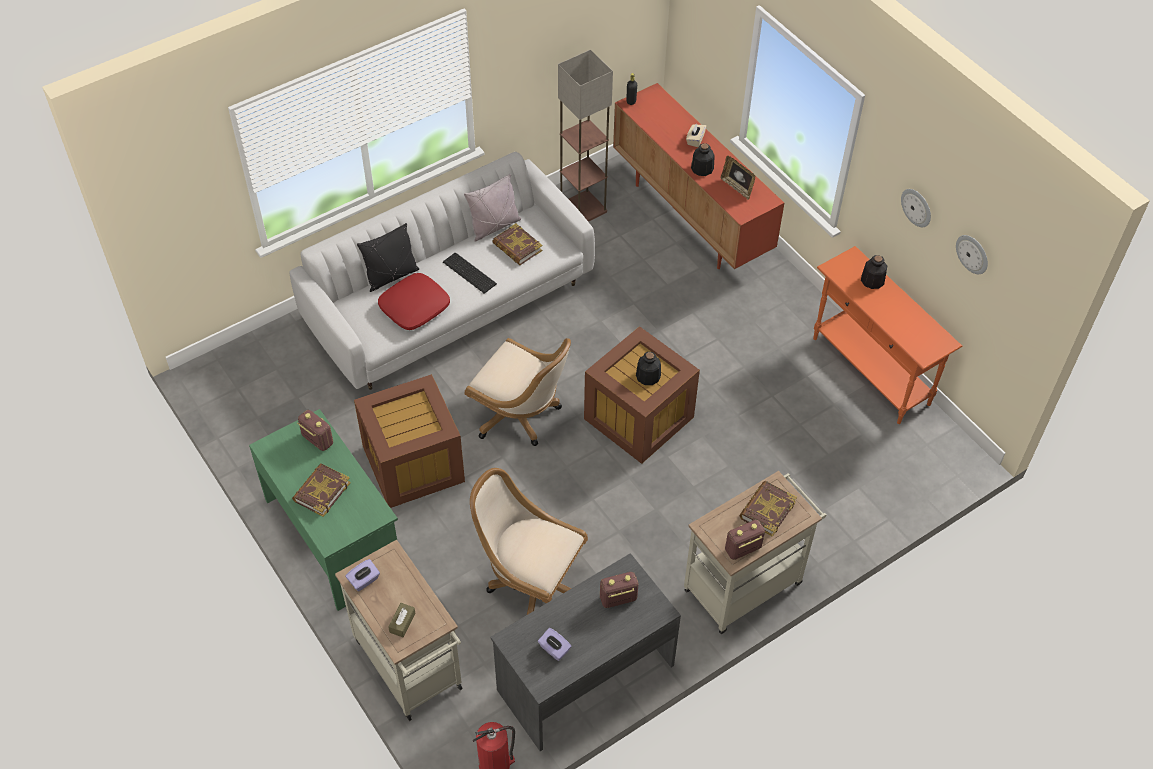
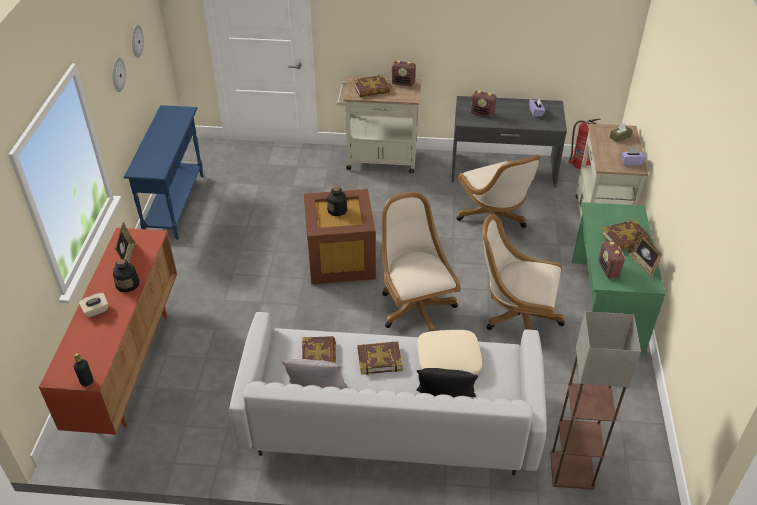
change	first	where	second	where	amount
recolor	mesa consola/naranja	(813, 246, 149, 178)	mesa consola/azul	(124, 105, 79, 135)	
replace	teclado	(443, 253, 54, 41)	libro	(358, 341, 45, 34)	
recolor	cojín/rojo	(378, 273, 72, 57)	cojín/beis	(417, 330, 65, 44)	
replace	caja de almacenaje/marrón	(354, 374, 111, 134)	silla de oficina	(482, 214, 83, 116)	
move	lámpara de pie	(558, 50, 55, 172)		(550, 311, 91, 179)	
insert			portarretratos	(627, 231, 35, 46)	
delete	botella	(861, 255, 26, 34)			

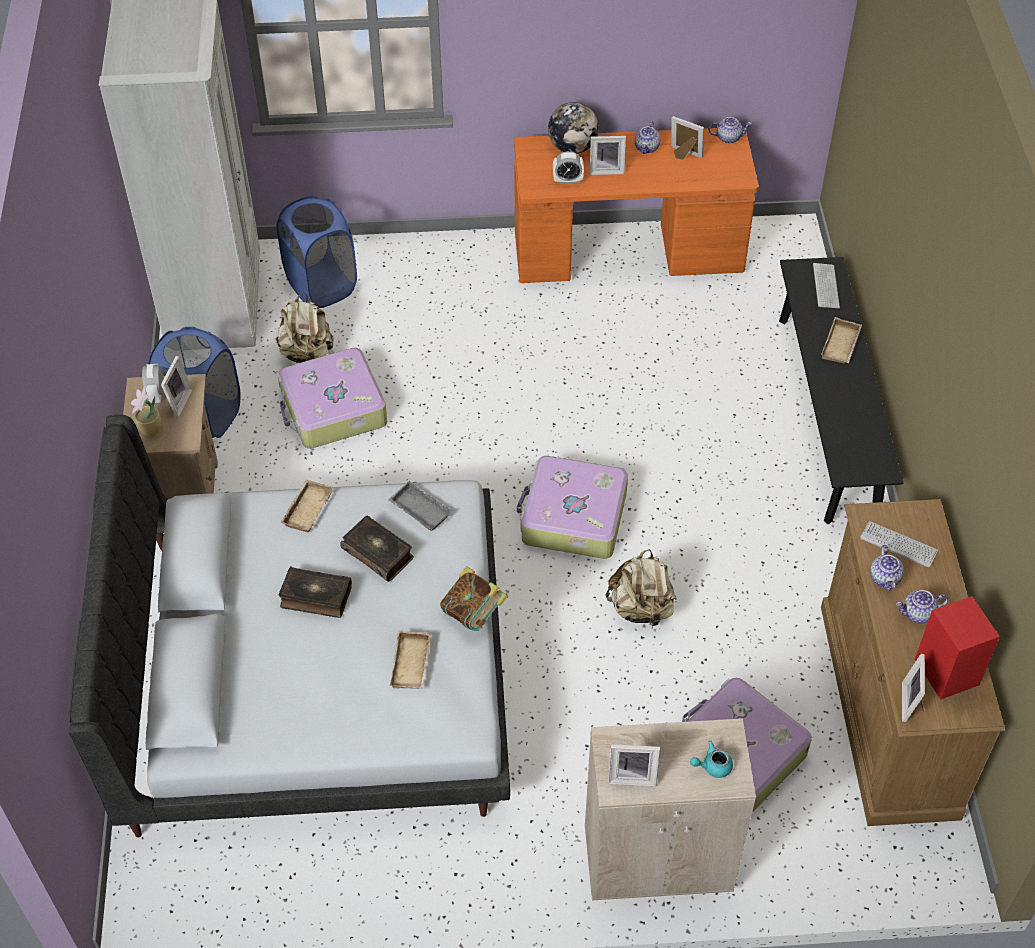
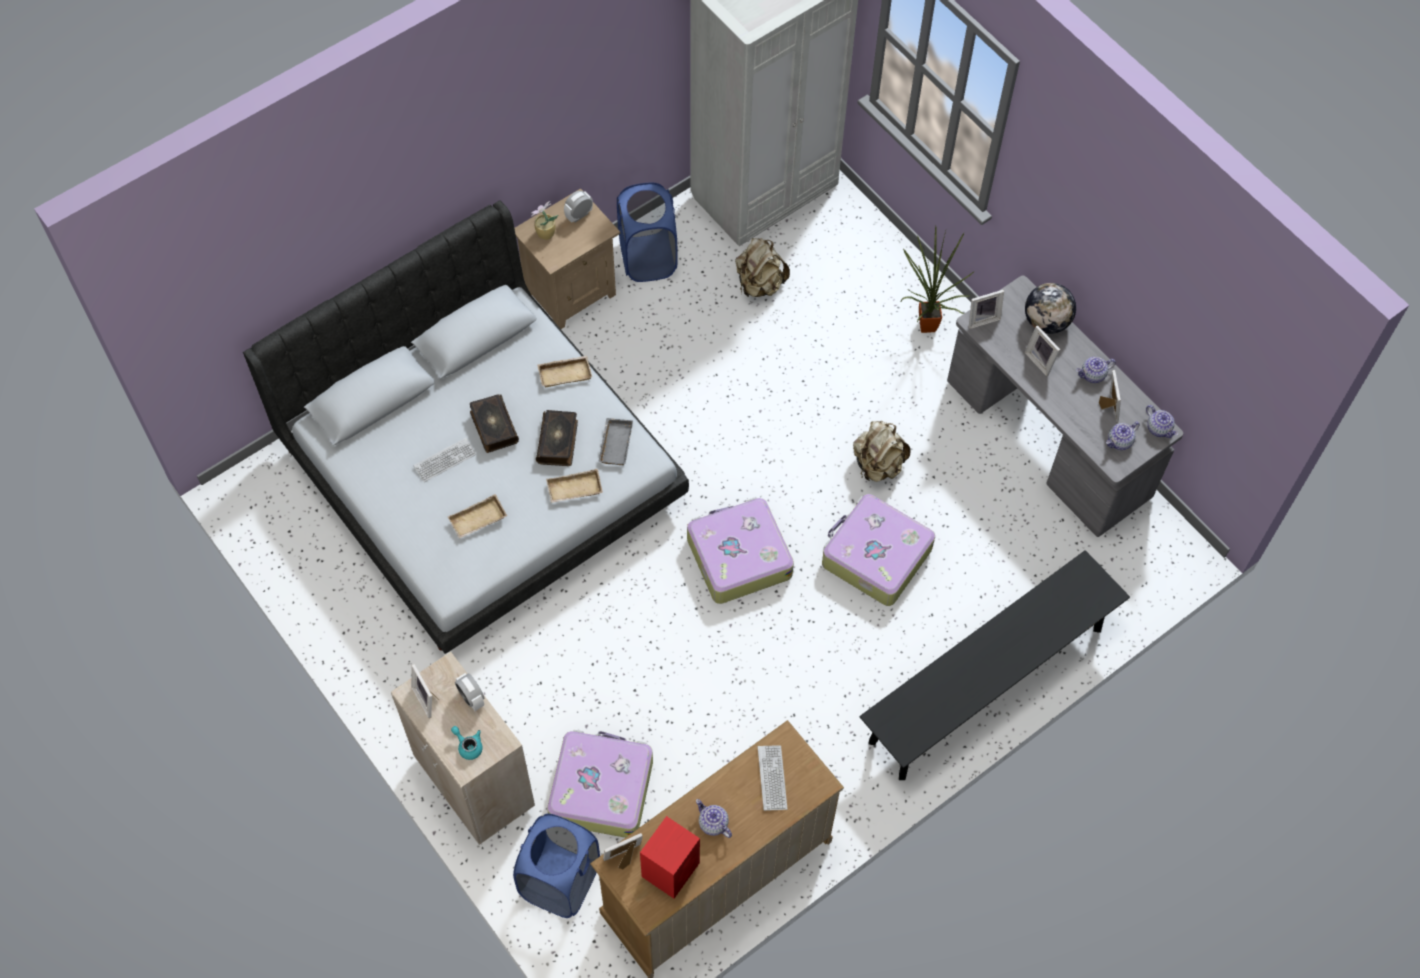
change	first	where	second	where	amount
move	teclado	(813, 263, 27, 45)		(414, 438, 62, 44)	
move	despertador	(553, 151, 31, 33)		(455, 673, 29, 38)	
move	cesto de la ropa/azul	(277, 196, 80, 112)		(513, 814, 87, 104)	
move	bandeja/beis	(821, 317, 41, 46)		(546, 469, 57, 34)	
move	maleta	(277, 348, 110, 101)		(822, 494, 113, 112)	
move	mochila/beis	(605, 549, 72, 80)		(853, 421, 57, 61)	
insert			planta en maceta	(901, 226, 74, 107)	
recolor	escritorio/naranja	(514, 128, 245, 155)	escritorio/gris	(947, 275, 236, 262)	
move	portarretratos	(161, 356, 31, 61)		(969, 290, 35, 39)	
move	tetera	(870, 545, 34, 46)		(1106, 422, 34, 28)	
delete	libro	(440, 566, 68, 65)			

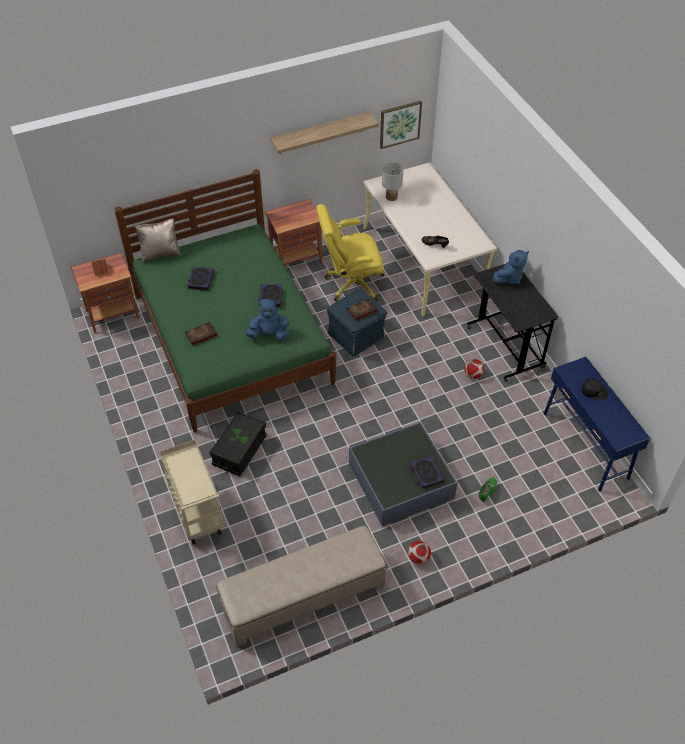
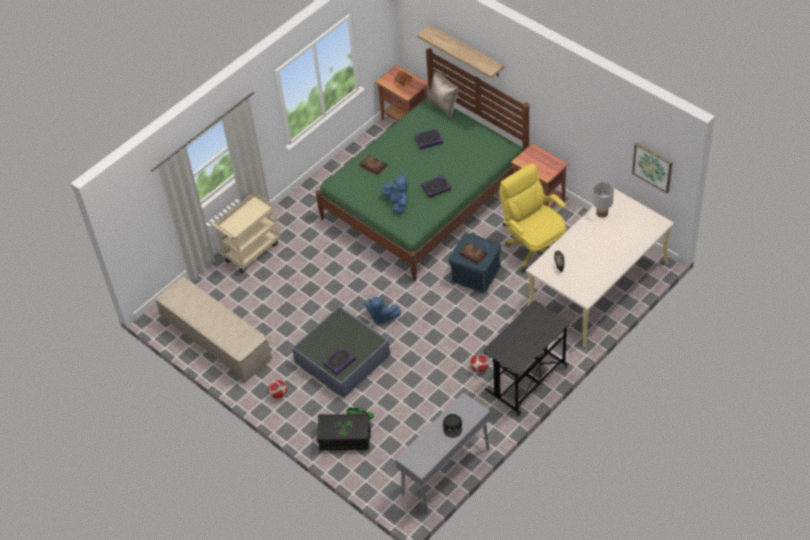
change	first	where	second	where	amount
move	caja de almacenaje/negro	(209, 411, 58, 65)		(317, 413, 54, 37)	
move	peluche/azul	(493, 250, 36, 34)		(364, 297, 37, 28)	
recolor	mesa consola/azul	(544, 357, 106, 135)	mesa consola/gris	(395, 392, 96, 121)	
move	estante	(270, 112, 109, 42)		(417, 25, 87, 54)	

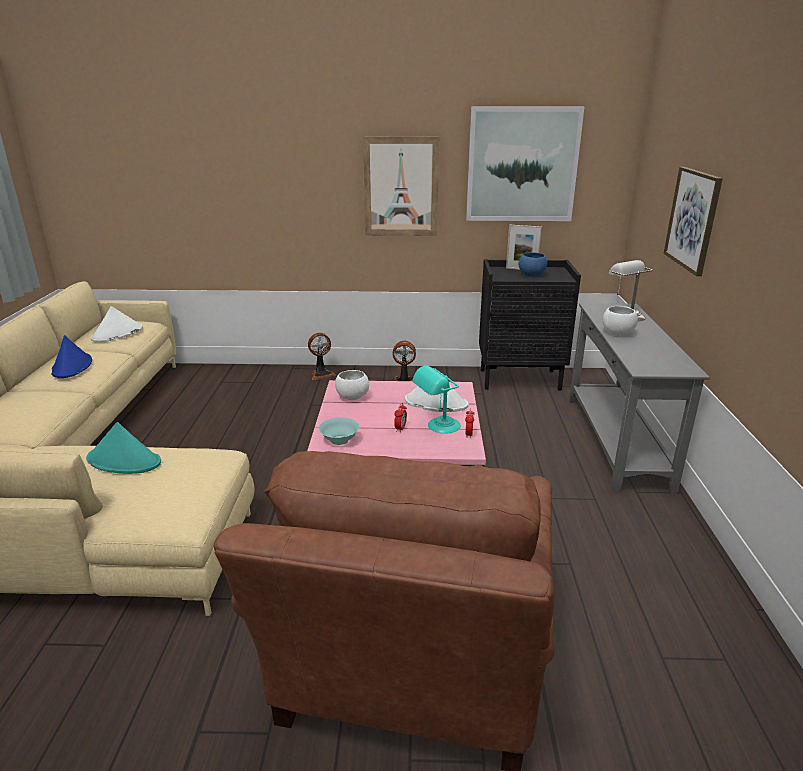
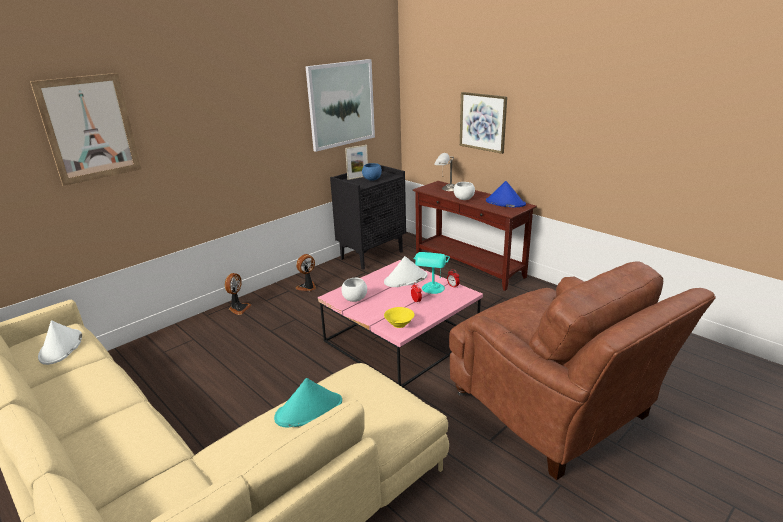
change	first	where	second	where	amount
move	cuadro	(363, 137, 76, 99)		(30, 73, 111, 113)	
recolor	cuenco/turquesa	(319, 418, 41, 27)	cuenco/amarillo	(384, 307, 30, 21)	
recolor	mesa consola/gris	(569, 303, 141, 191)	mesa consola/marrón	(413, 181, 124, 110)	
move	sombrero/azul	(51, 335, 41, 43)		(486, 181, 40, 26)	

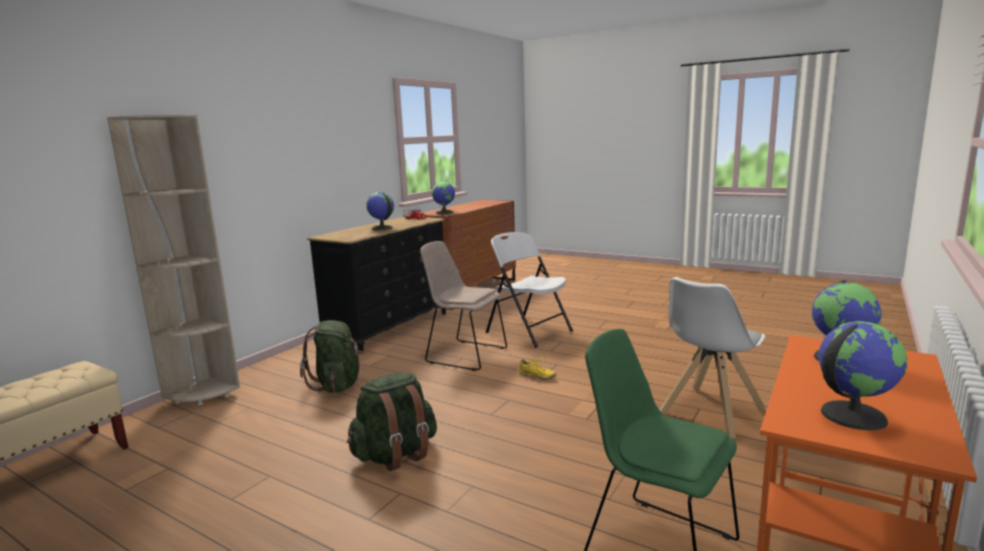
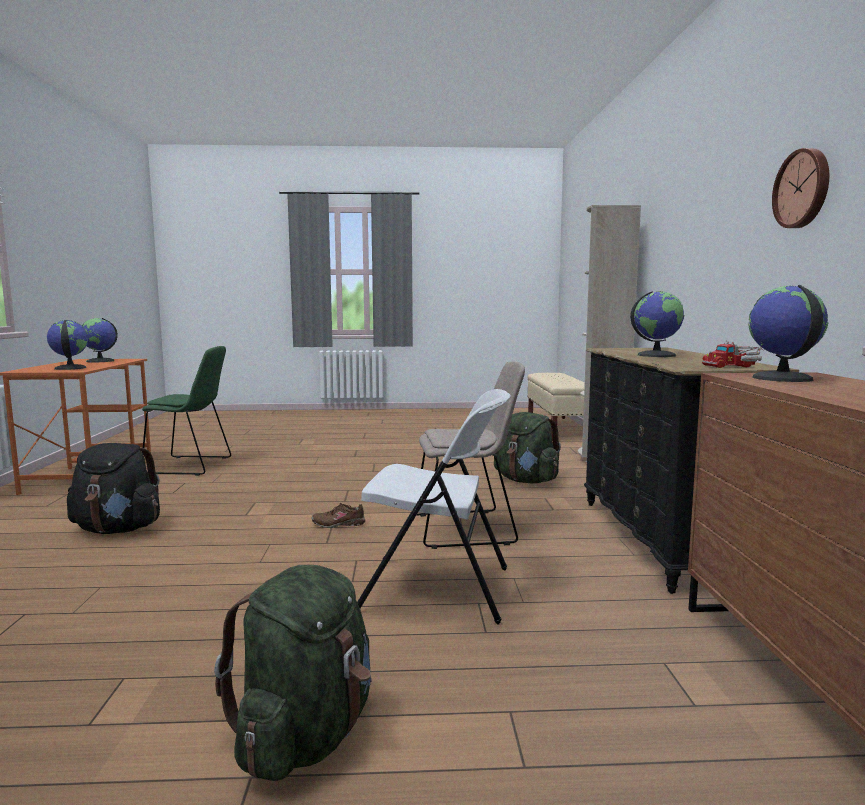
change	first	where	second	where	amount
replace	silla	(659, 277, 107, 161)	mochila/negro	(67, 443, 93, 91)	
move	mochila/verde	(347, 373, 90, 98)		(214, 565, 158, 216)	
recolor	zapato/amarillo	(519, 357, 37, 23)	zapato/marrón	(312, 503, 53, 25)	
insert			reloj de pared	(772, 148, 57, 80)	

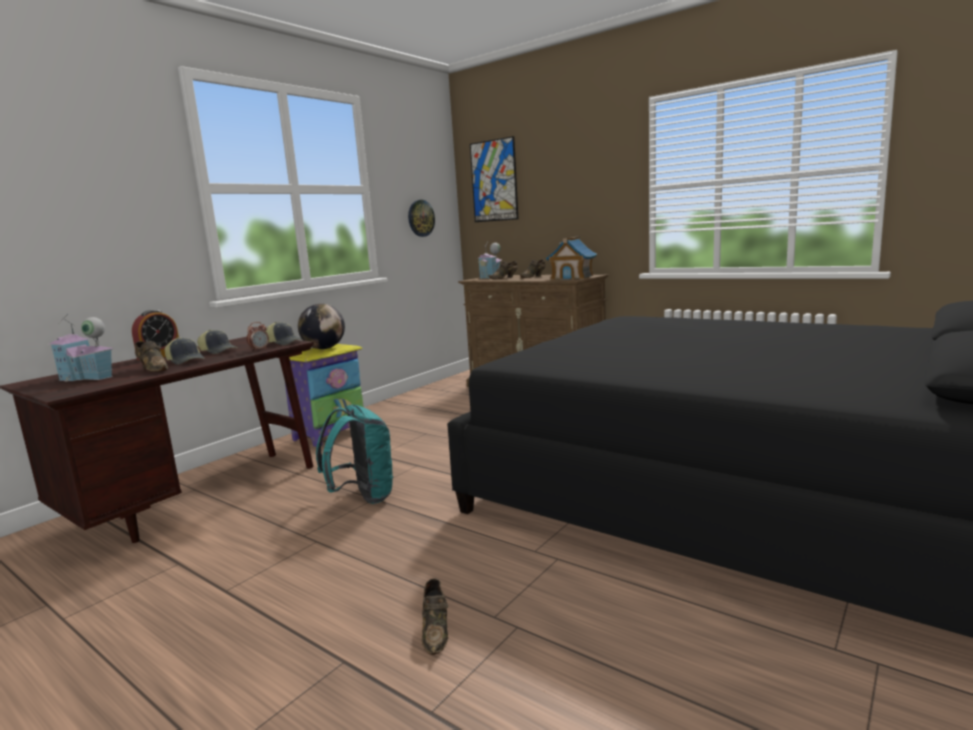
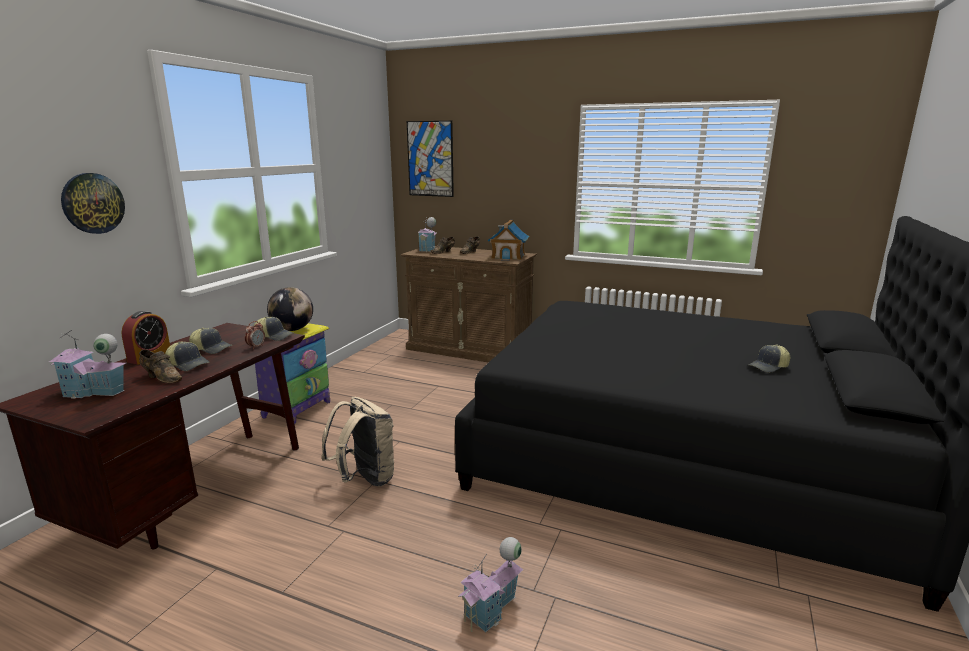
change	first	where	second	where	amount
move	reloj de pared	(408, 200, 27, 37)		(61, 173, 64, 61)	
recolor	mochila/turquesa	(316, 405, 78, 99)	mochila/beis	(321, 397, 73, 90)	
replace	zapato/marrón	(422, 578, 27, 77)	casita	(458, 537, 65, 95)	
insert			gorra	(748, 344, 42, 29)	

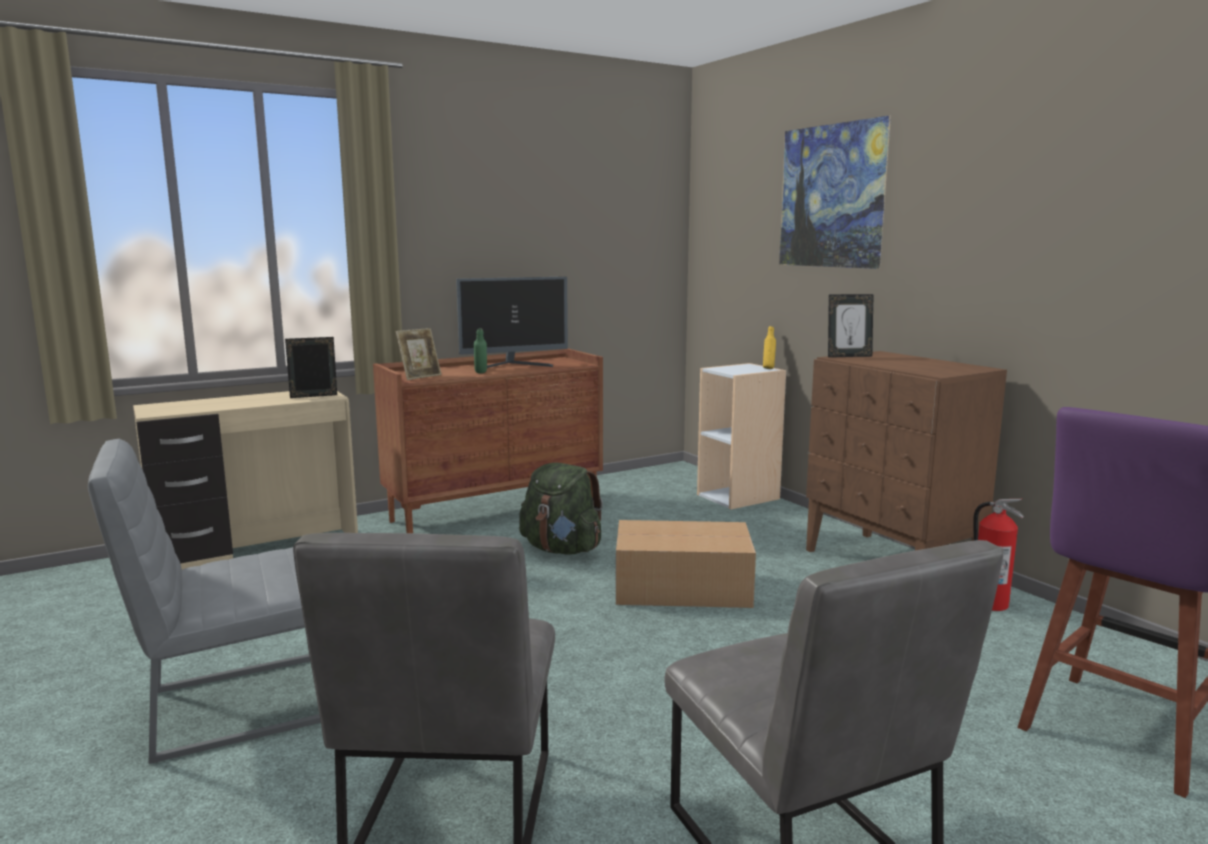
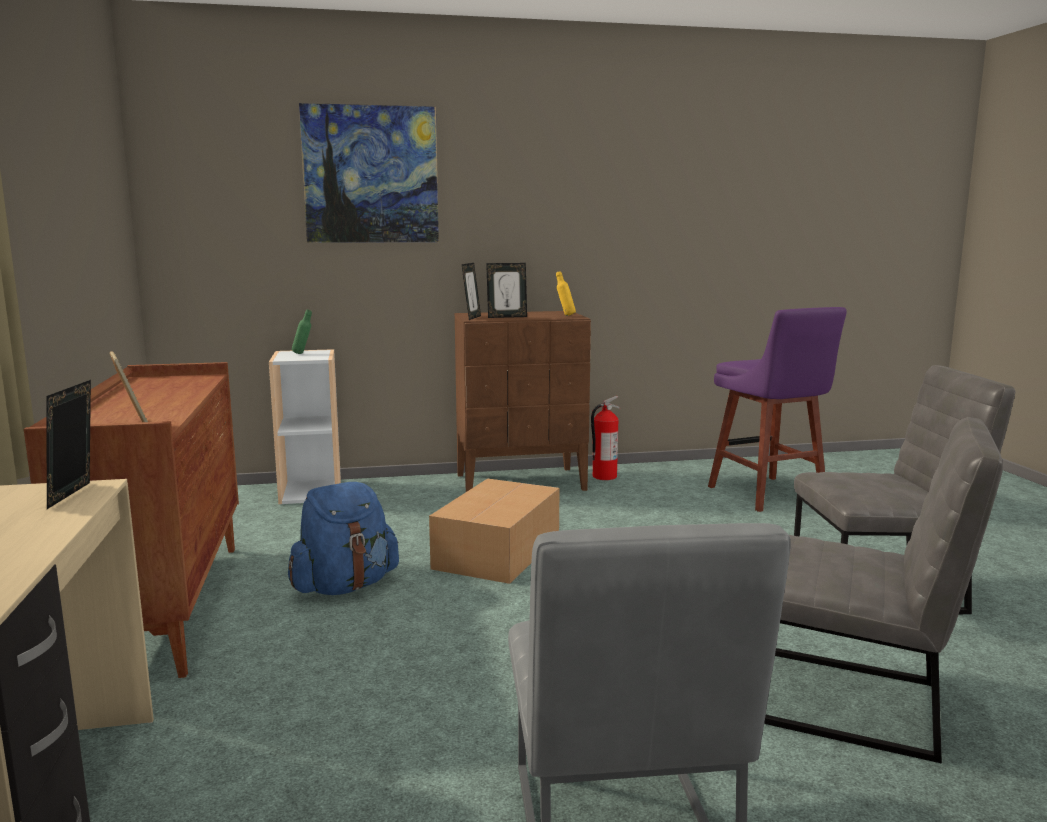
change	first	where	second	where	amount
recolor	mochila/verde	(519, 463, 84, 92)	mochila/azul	(288, 482, 111, 113)	
move	botella/verde	(474, 328, 13, 46)		(292, 310, 20, 44)	
insert			portarretratos	(486, 263, 41, 55)	
move	botella/amarillo	(763, 326, 13, 43)		(556, 271, 20, 45)	
delete	monitor	(456, 277, 112, 91)			

